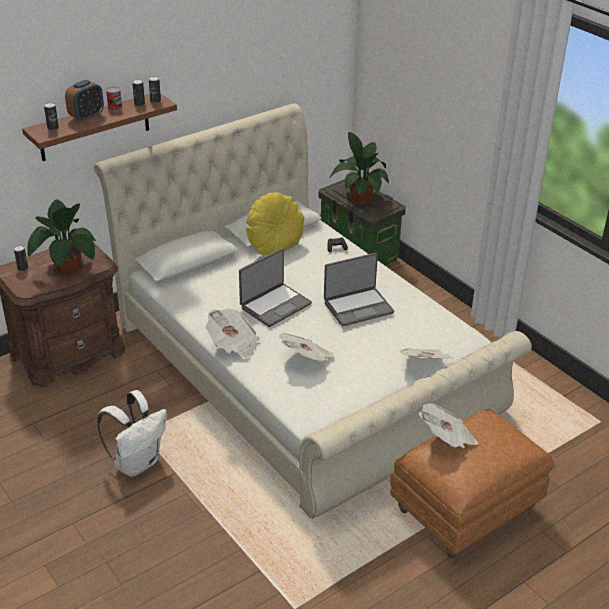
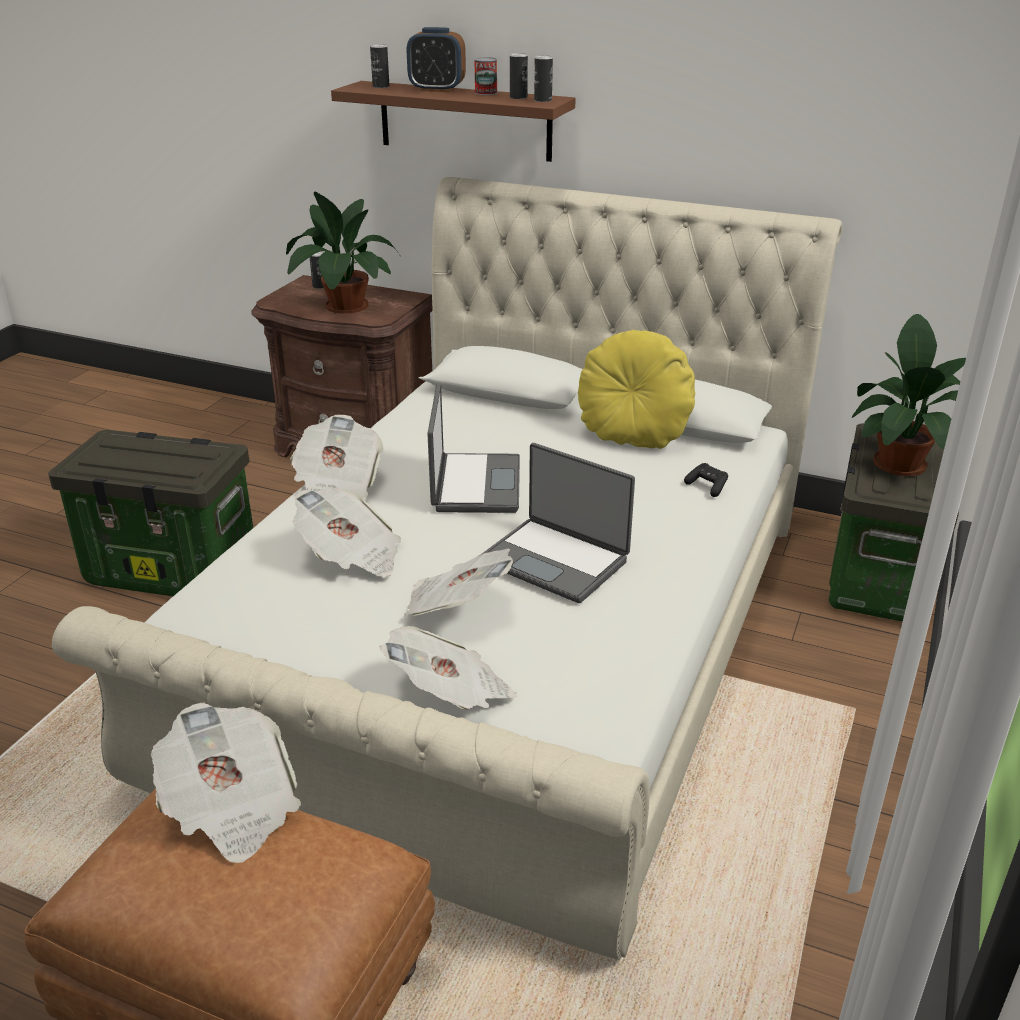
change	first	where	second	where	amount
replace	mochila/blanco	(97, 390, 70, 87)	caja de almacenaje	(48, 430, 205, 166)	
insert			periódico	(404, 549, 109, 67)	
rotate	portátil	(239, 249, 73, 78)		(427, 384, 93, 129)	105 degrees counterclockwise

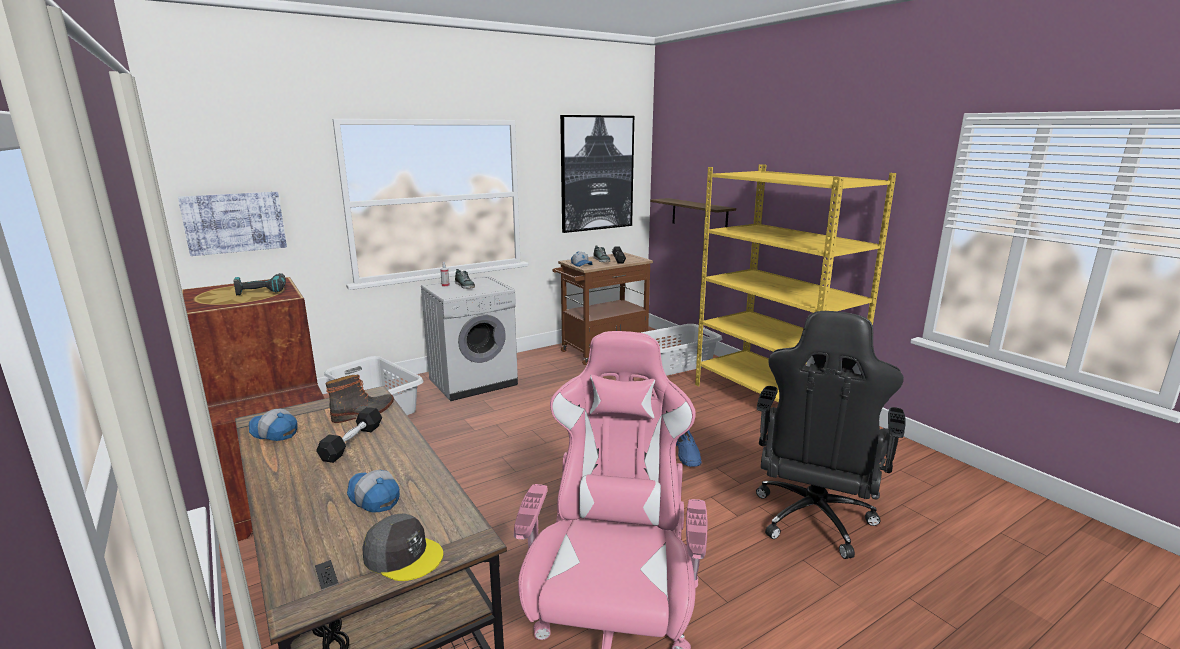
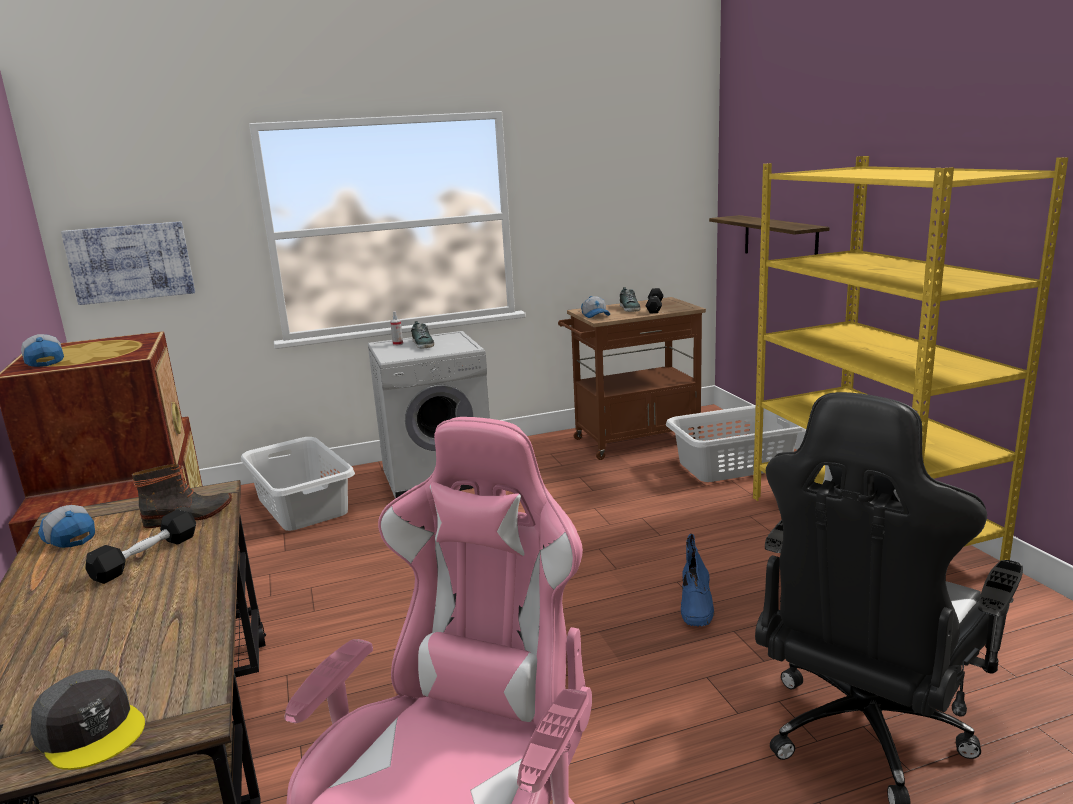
change	first	where	second	where	amount
move	gorra	(347, 470, 53, 43)		(21, 334, 43, 33)	
delete	taladro	(234, 273, 52, 22)			
delete	cuadro	(560, 115, 74, 118)			

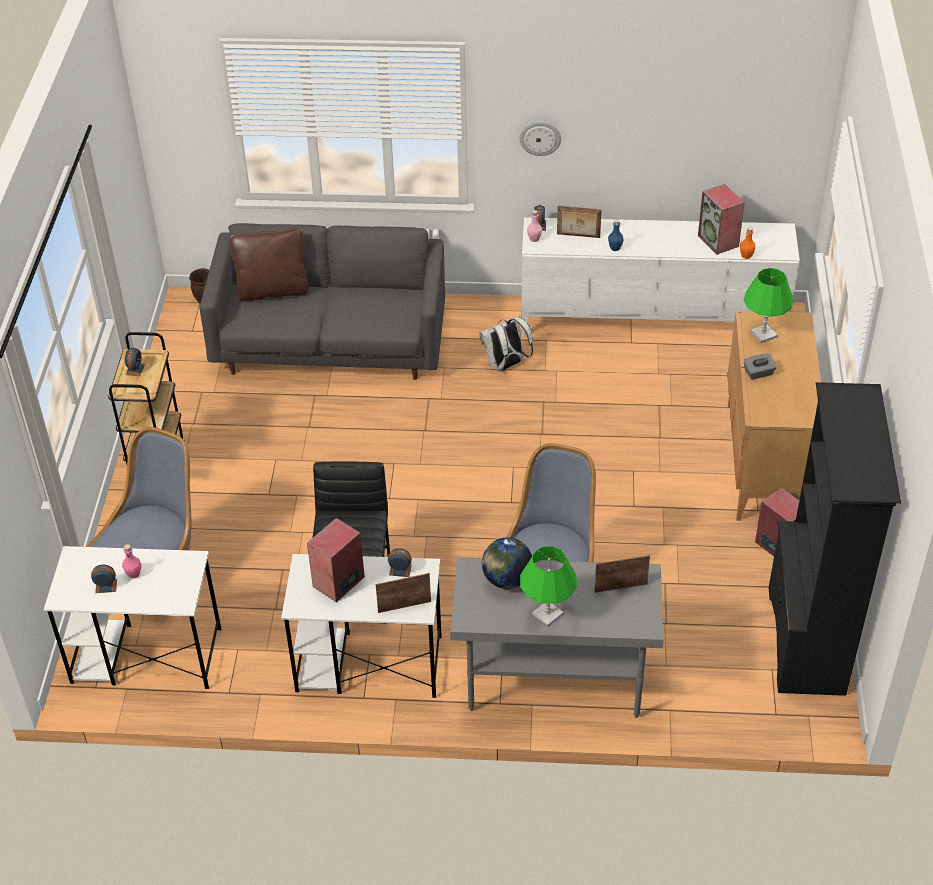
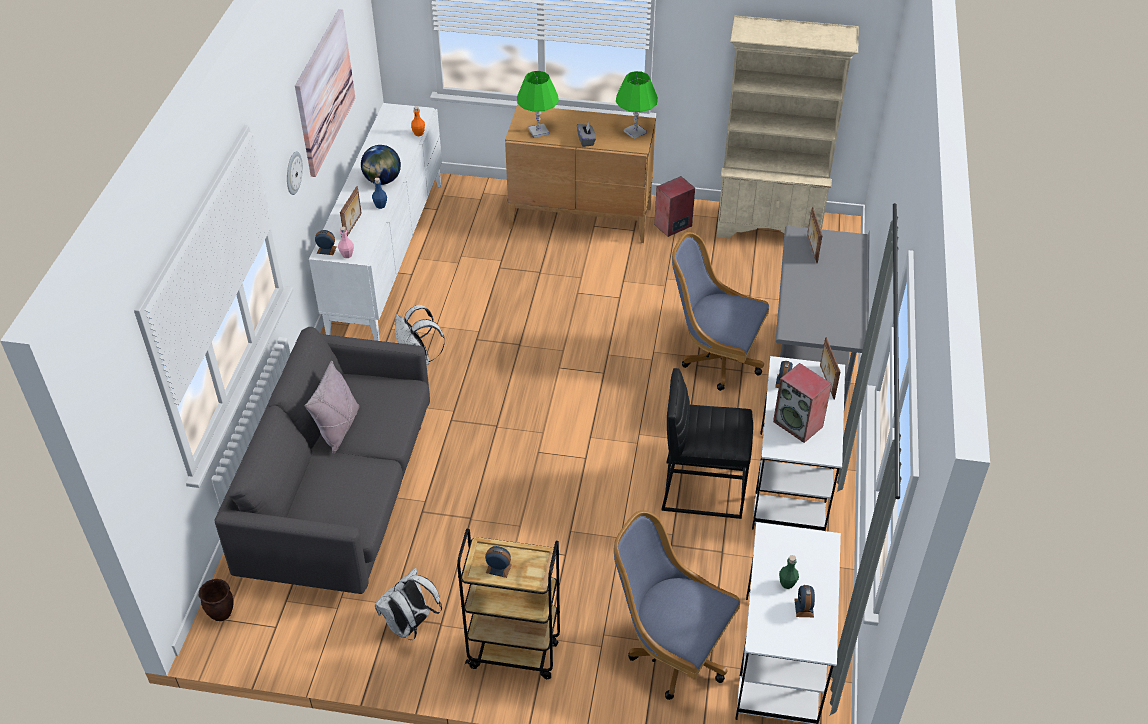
change	first	where	second	where	amount
insert			cuadro	(295, 9, 60, 168)	
insert			cojín/morado	(305, 361, 54, 93)	
move	globo terráqueo	(482, 537, 50, 52)		(361, 145, 40, 40)	
insert			mochila/blanco	(375, 568, 67, 72)	
move	lámpara de mesa/verde	(520, 546, 57, 81)		(616, 71, 42, 68)	
recolor	estantería/negro	(769, 382, 132, 314)	estantería/beis	(716, 16, 143, 223)	
recolor	botella/rosa	(122, 544, 19, 34)	botella/verde	(779, 555, 20, 34)	
delete	cojín/marrón	(230, 228, 79, 73)			
delete	altavoz	(698, 184, 47, 71)			

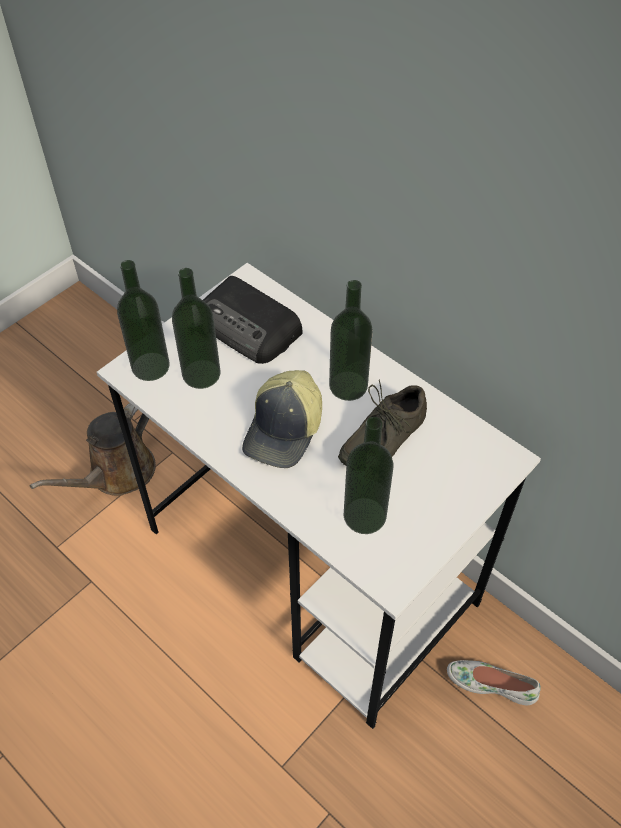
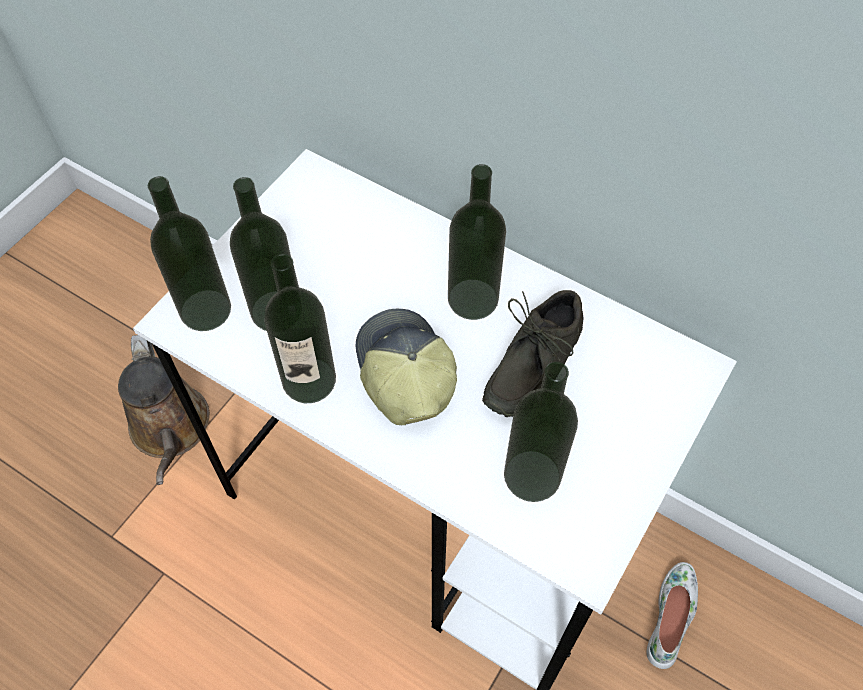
change	first	where	second	where	amount
rotate	regadera/marrón	(29, 403, 127, 93)		(118, 335, 92, 150)	45 degrees counterclockwise
insert			botella	(264, 254, 72, 149)	
rotate	gorra	(242, 370, 80, 98)		(356, 309, 101, 116)	150 degrees clockwise
rotate	zapato/blanco	(447, 660, 94, 45)		(647, 562, 51, 107)	105 degrees clockwise
delete	radio	(203, 276, 100, 88)			

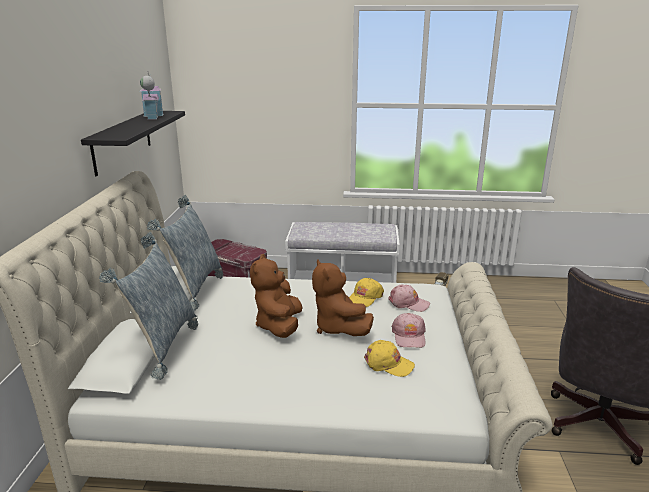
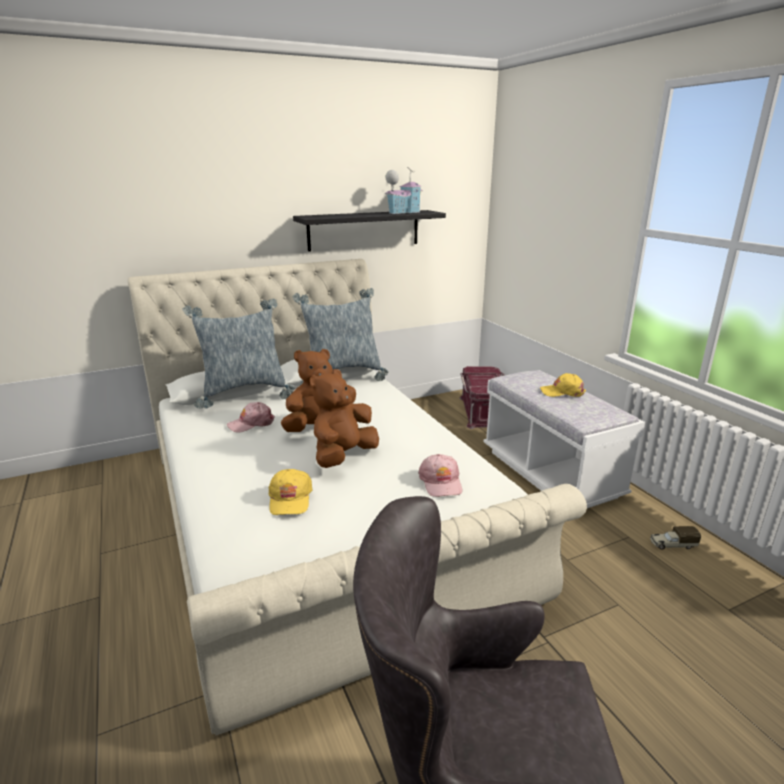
change	first	where	second	where	amount
move	gorra/rosa	(391, 313, 35, 35)		(227, 402, 48, 31)	
move	gorra/amarillo	(349, 278, 35, 29)		(540, 373, 46, 24)	

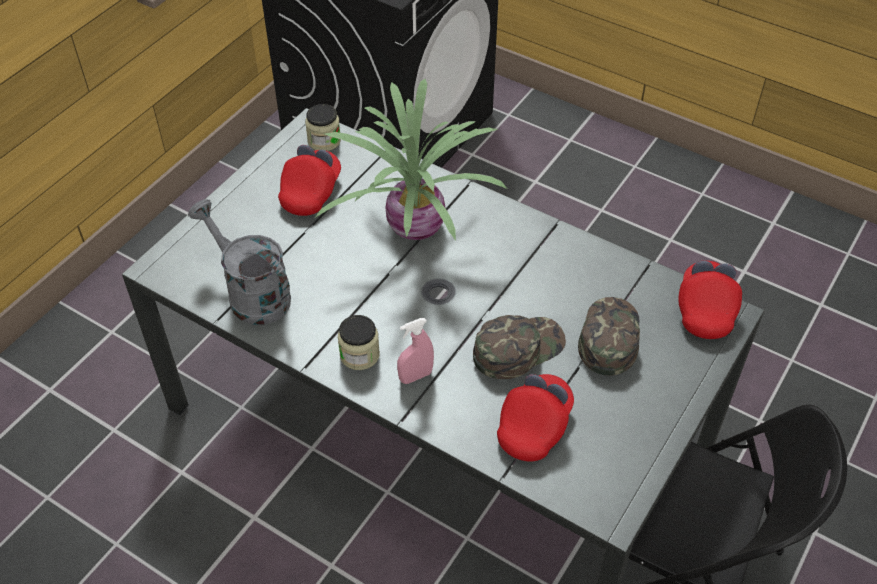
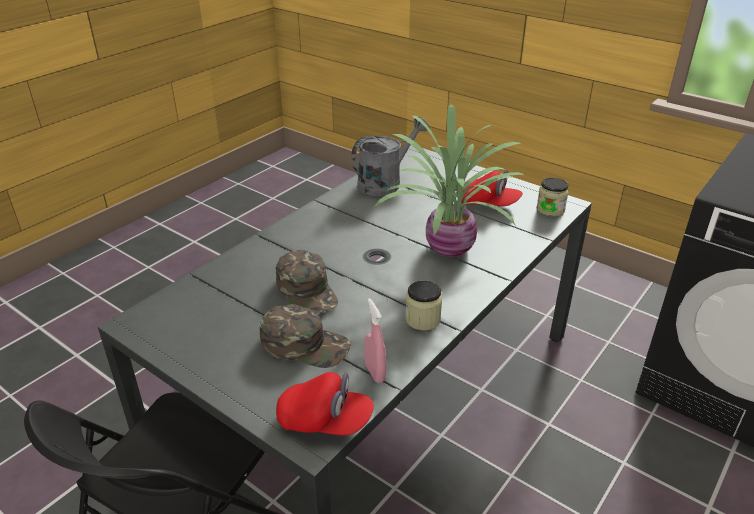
change	first	where	second	where	amount
move	pulverizador/rosa	(397, 318, 37, 66)		(364, 298, 22, 85)	
move	tarro	(338, 315, 42, 55)		(405, 280, 37, 51)	
delete	gorra/rojo	(497, 374, 77, 88)			

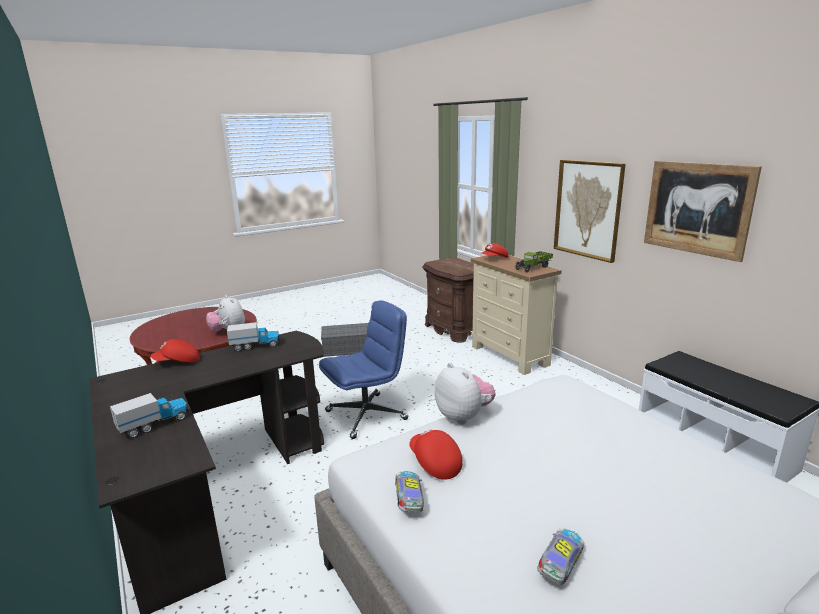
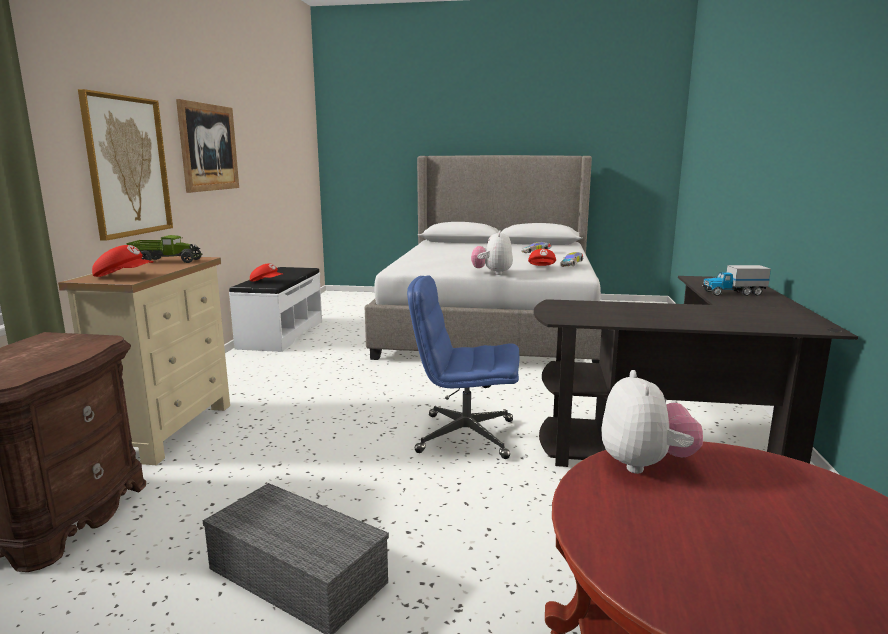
change	first	where	second	where	amount
move	gorra/rojo	(151, 339, 49, 24)		(250, 263, 33, 19)	
delete	camión de juguete	(227, 322, 53, 29)			

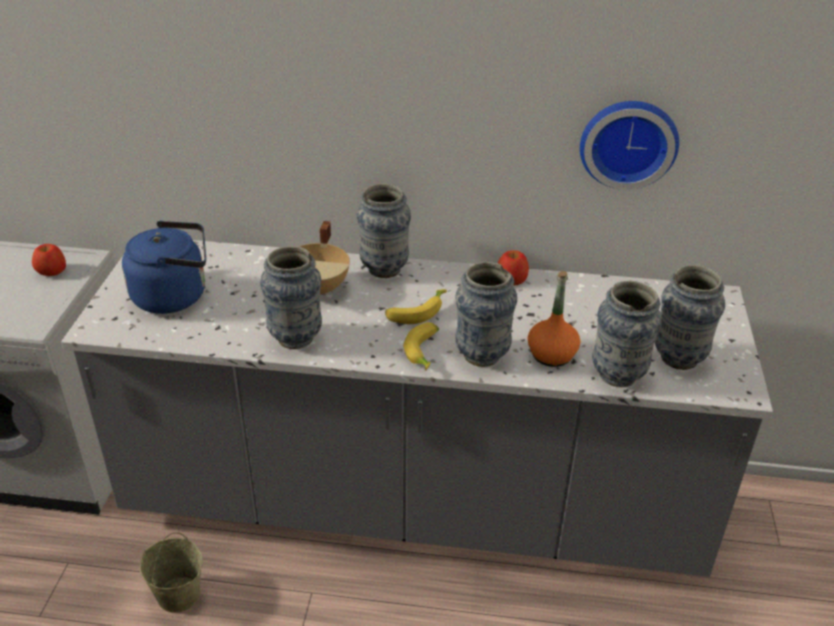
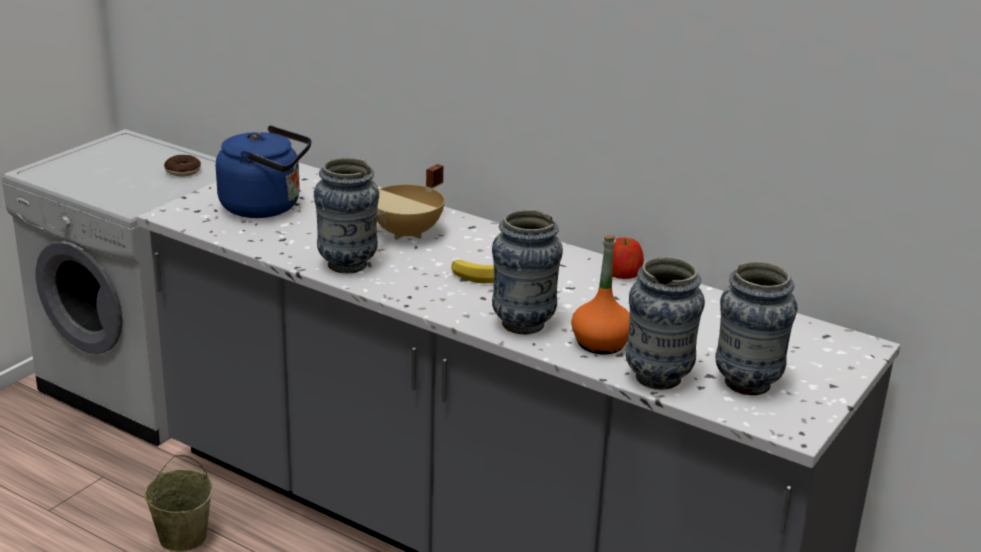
change	first	where	second	where	amount
replace	manzana	(32, 244, 34, 32)	rosquilla	(164, 155, 37, 21)	
delete	florero	(357, 183, 54, 95)			
delete	plátano	(403, 322, 36, 49)			
delete	reloj de pared	(580, 101, 99, 89)			

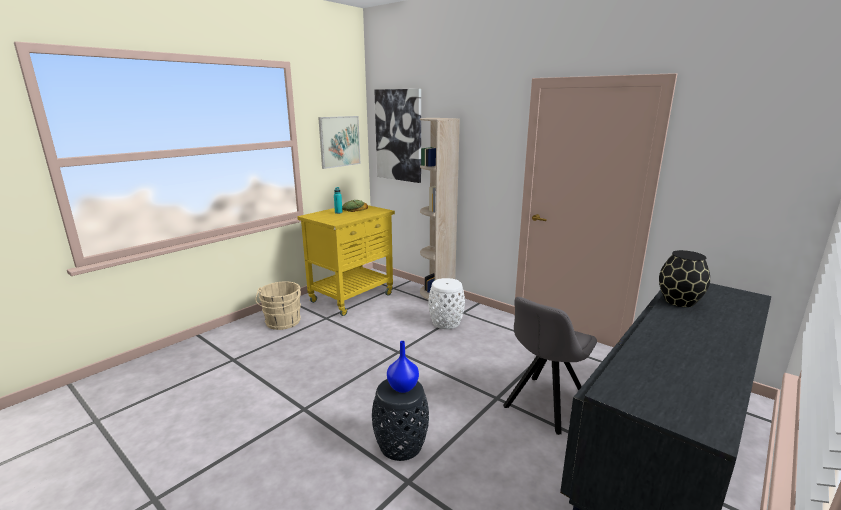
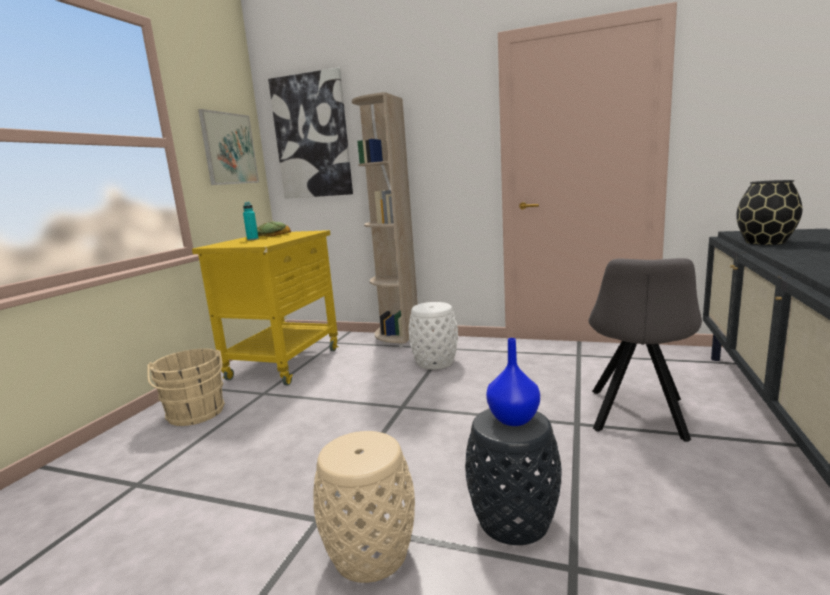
change	first	where	second	where	amount
insert			taburete/beis	(313, 431, 102, 152)	

